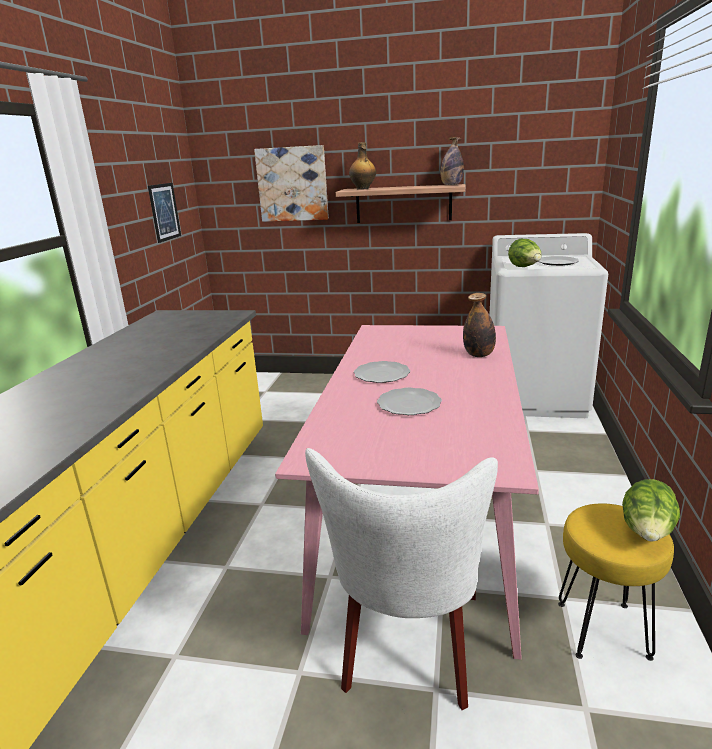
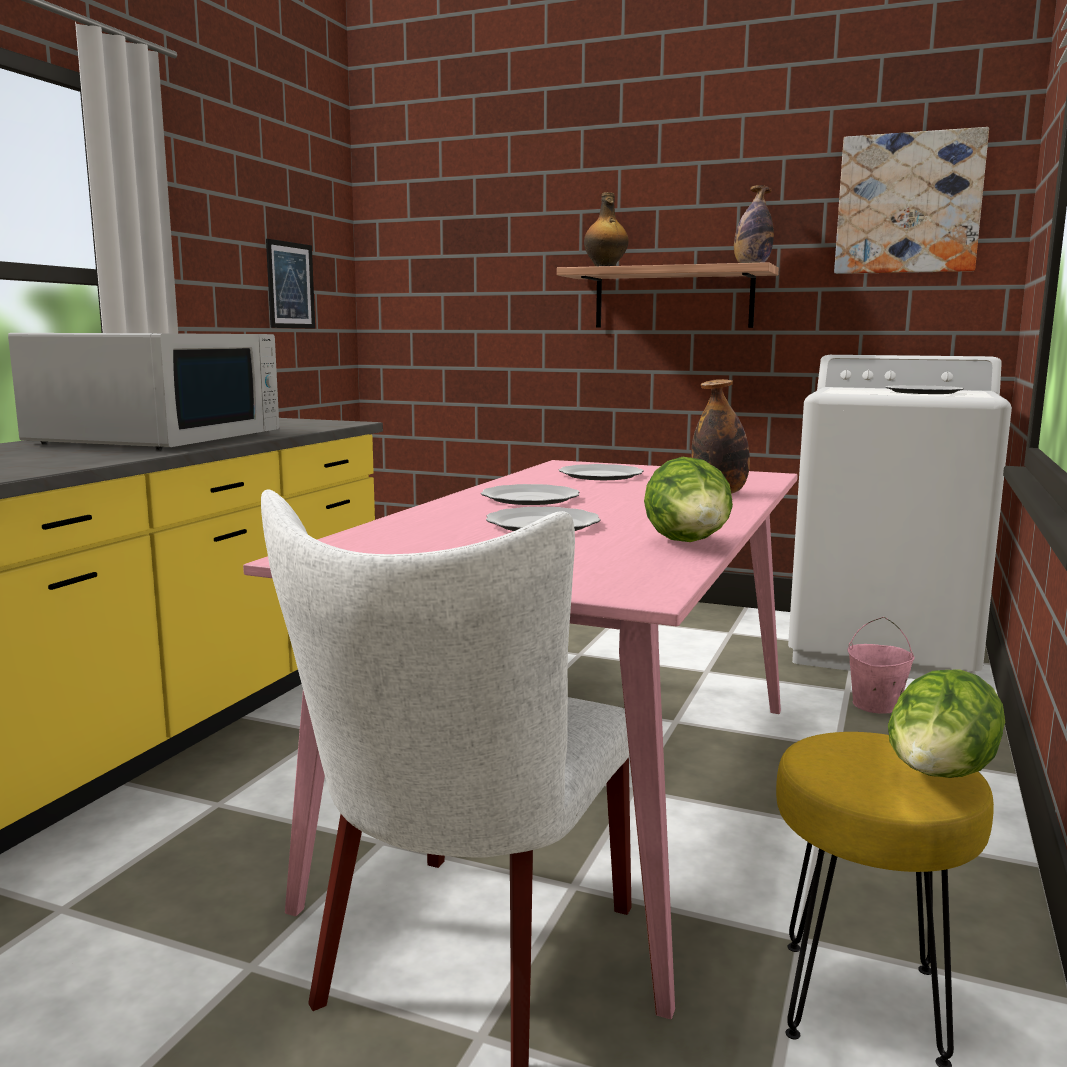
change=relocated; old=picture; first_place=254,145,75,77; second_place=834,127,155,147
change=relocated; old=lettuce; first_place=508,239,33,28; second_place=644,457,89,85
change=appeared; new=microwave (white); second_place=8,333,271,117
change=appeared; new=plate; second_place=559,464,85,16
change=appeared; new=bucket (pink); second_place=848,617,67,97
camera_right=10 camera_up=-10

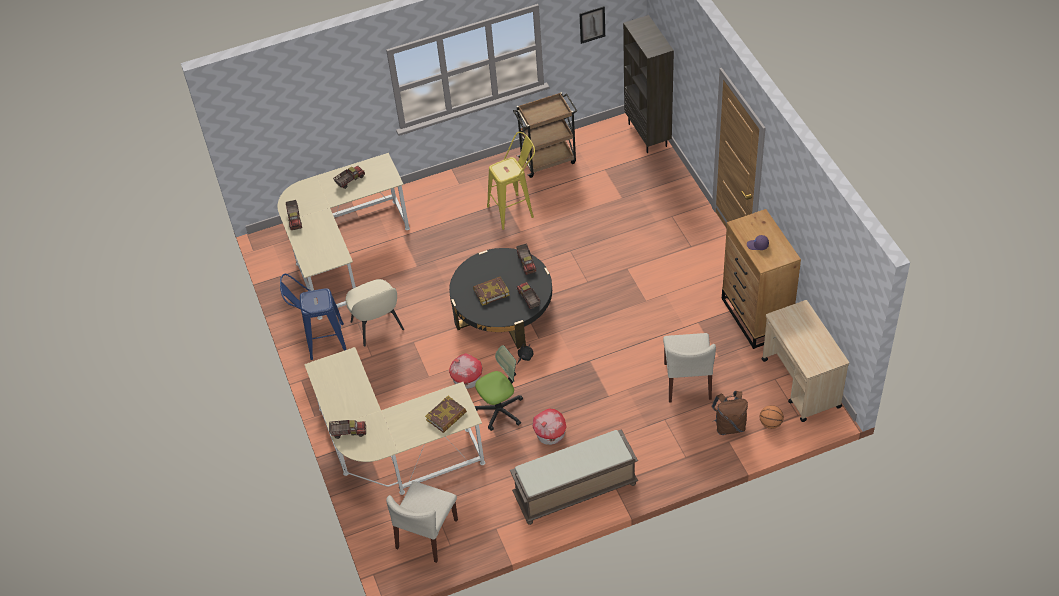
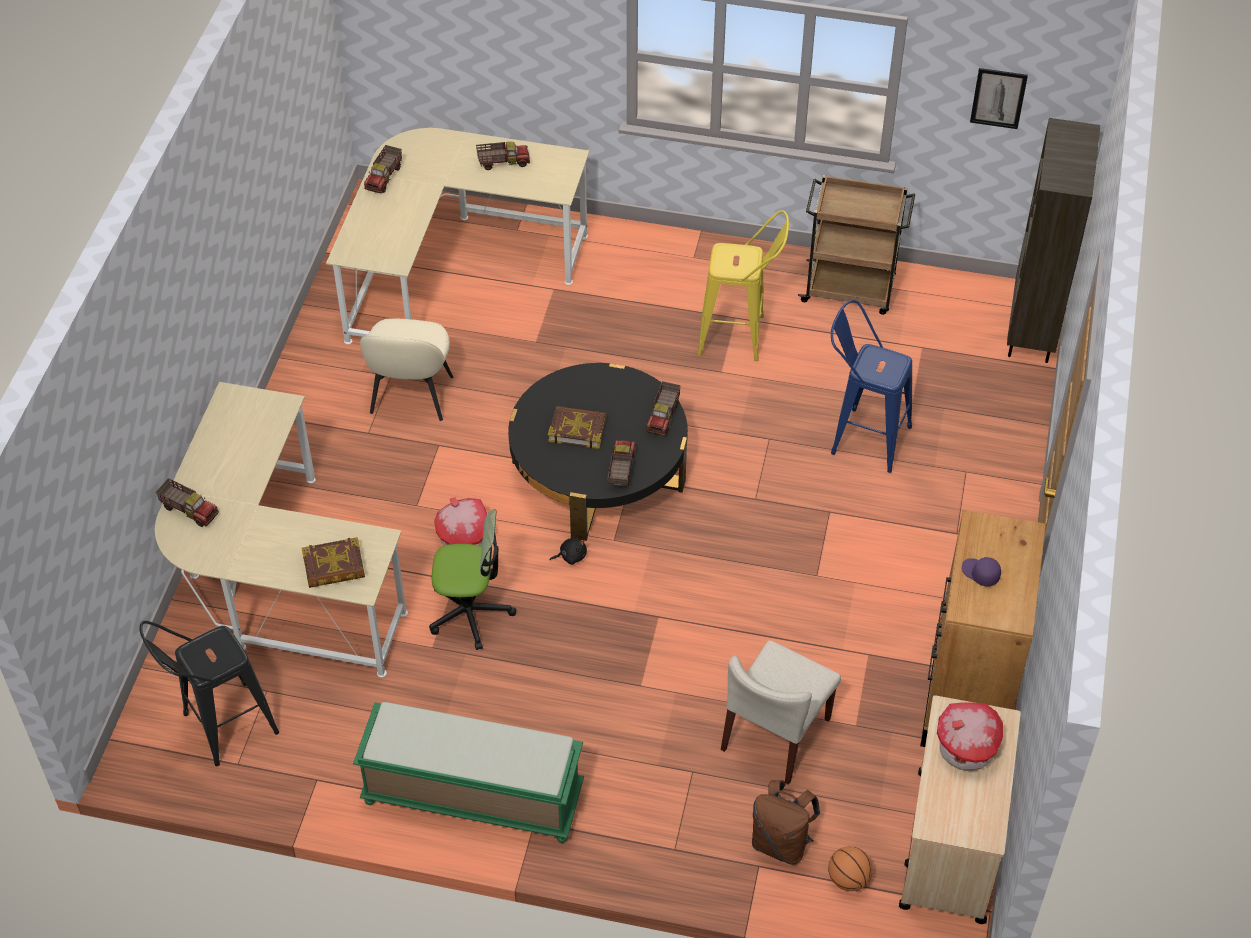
change=relocated; old=stool (blue); first_place=280,274,67,86; second_place=831,300,81,173
change=exchanged; old=chair (beige); new=stool (black); first_place=386,481,72,82; second_place=139,621,140,145
change=colour; old=bench (brown); new=bench (green); first_place=510,429,128,96; second_place=353,702,231,141
change=relocated; old=toy house; first_place=532,408,34,37; second_place=937,702,66,69
camera_right=30 camera_up=0

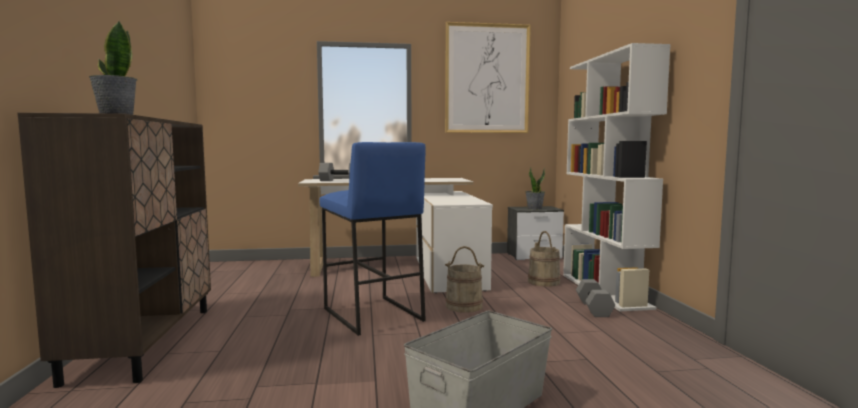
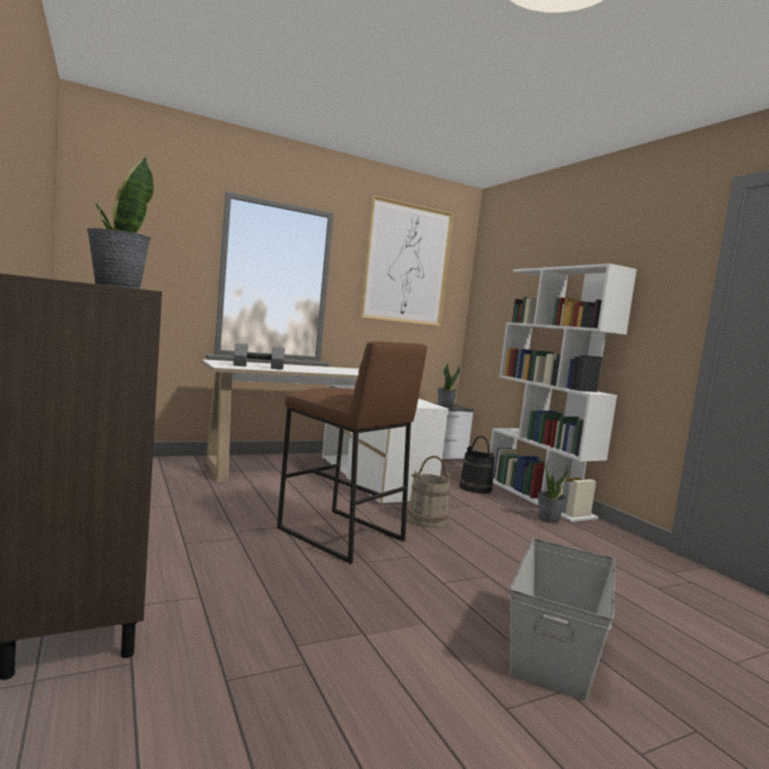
change=colour; old=stool (blue); new=stool (brown); first_place=319,142,107,194; second_place=277,341,150,223
change=colour; old=bucket (beige); new=bucket (black); first_place=528,231,33,56; second_place=459,436,36,58
change=exchanged; old=dumbbell (grey); new=potted plant; first_place=576,279,39,38; second_place=538,460,31,63
camera_right=-20 camera_up=0

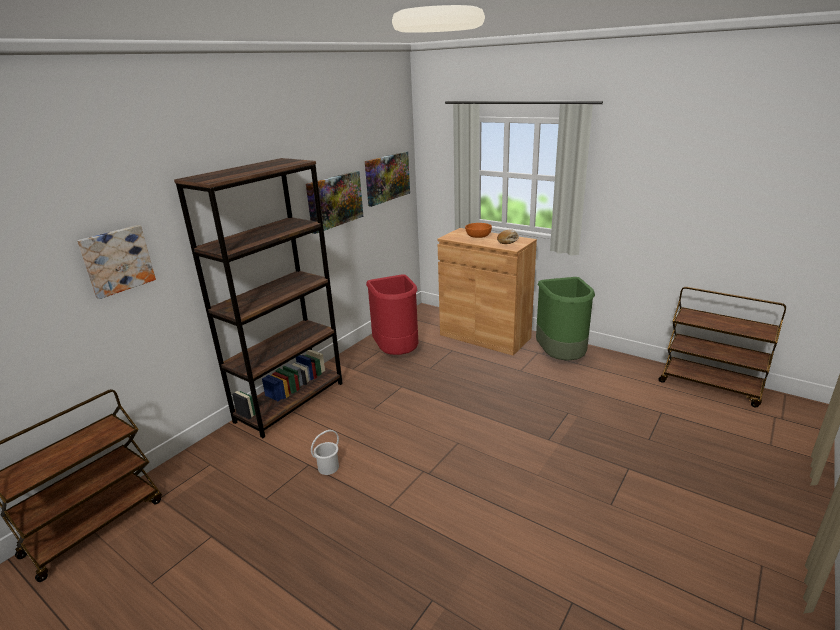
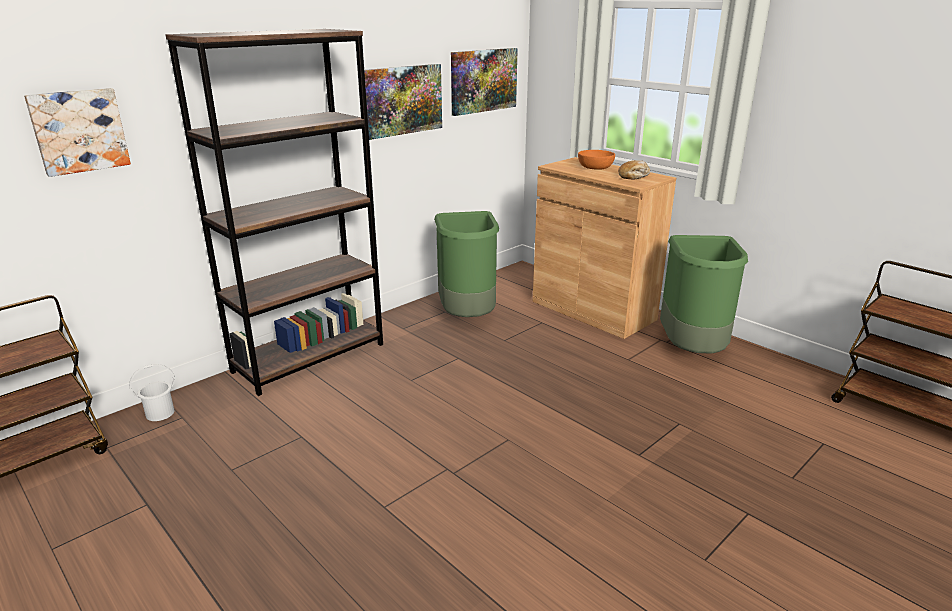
change=relocated; old=bucket (white); first_place=311,430,28,45; second_place=129,364,46,57
change=colour; old=trash can (red); new=trash can (green); first_place=366,274,52,81; second_place=434,211,65,106
camera_right=10 camera_up=0

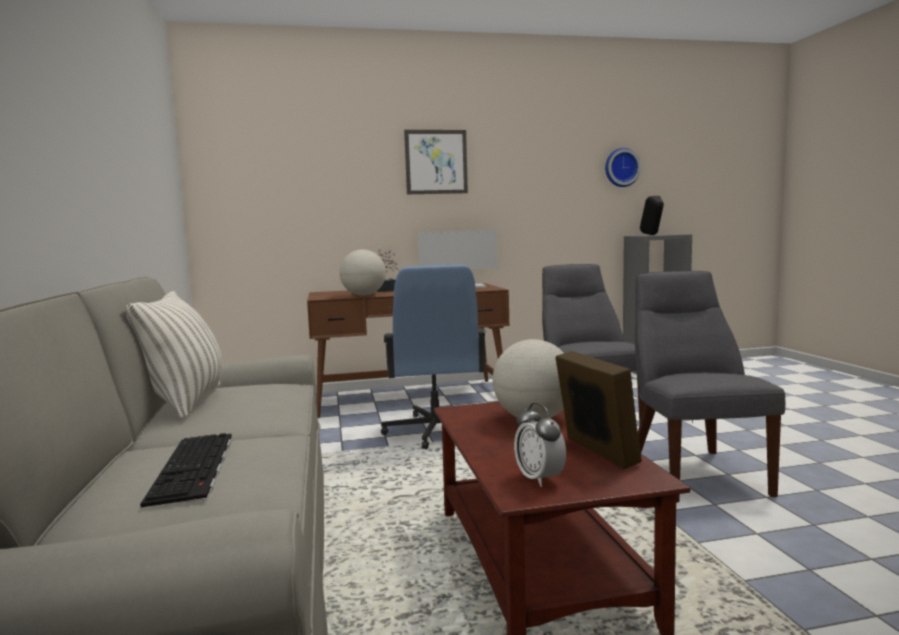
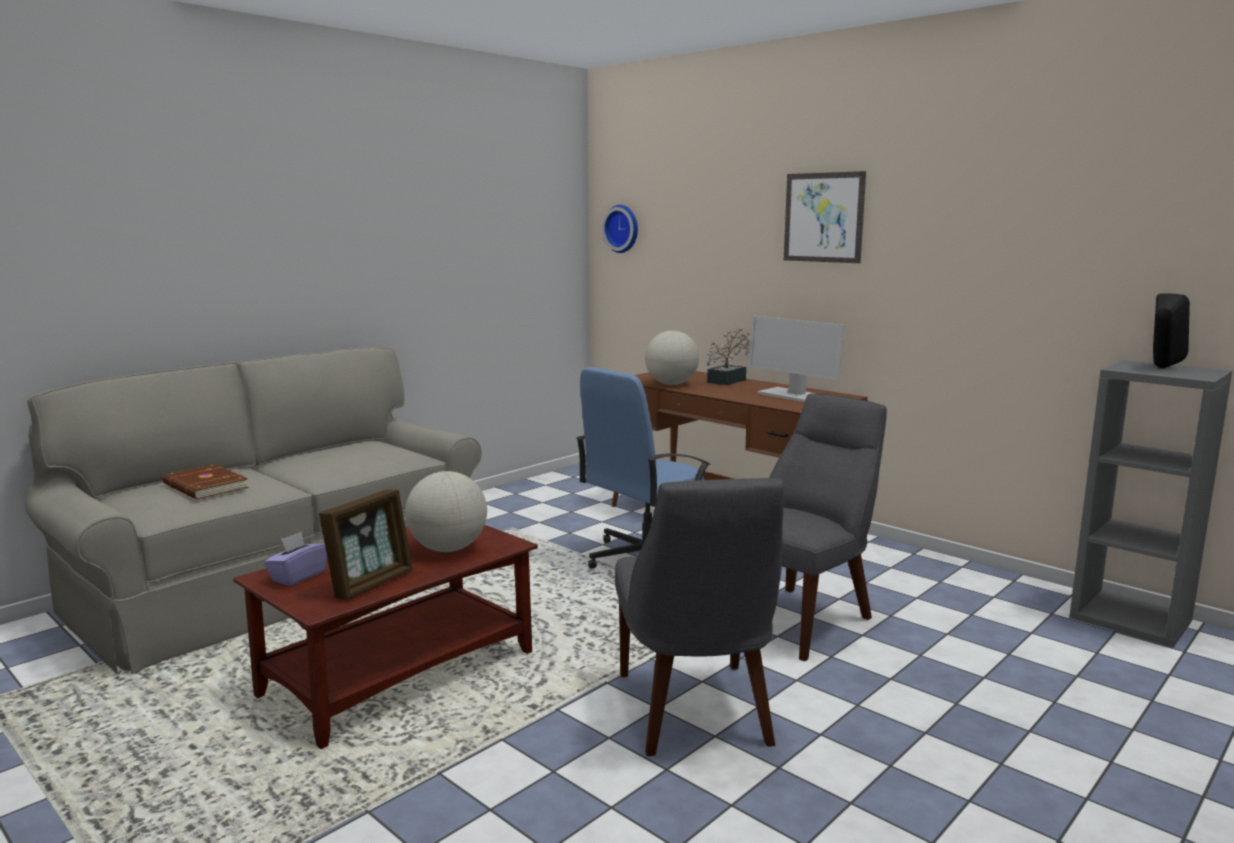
change=missing; old=pillow; first_place=126,291,96,128
change=exchanged; old=keyboard; new=book (brown); first_place=140,433,92,74; second_place=162,464,87,35
change=exchanged; old=alarm clock; new=tissue box (purple); first_place=514,403,52,84; second_place=264,532,64,54
change=relocated; old=wall clock; first_place=605,148,36,39; second_place=602,205,36,48
change=spun; old=chair (grey); first_place=635,271,150,232; second_place=615,478,169,278; degrees=120
camera_right=55 camera_up=5

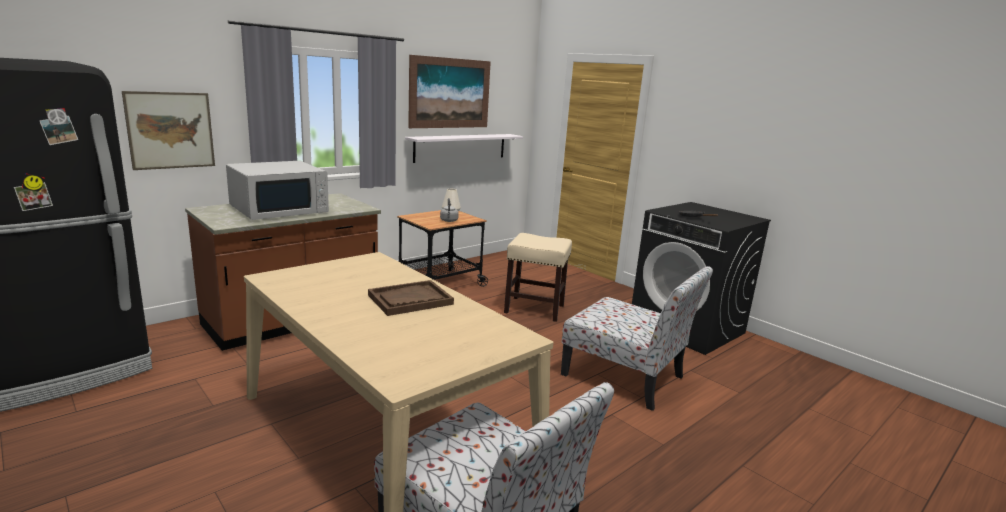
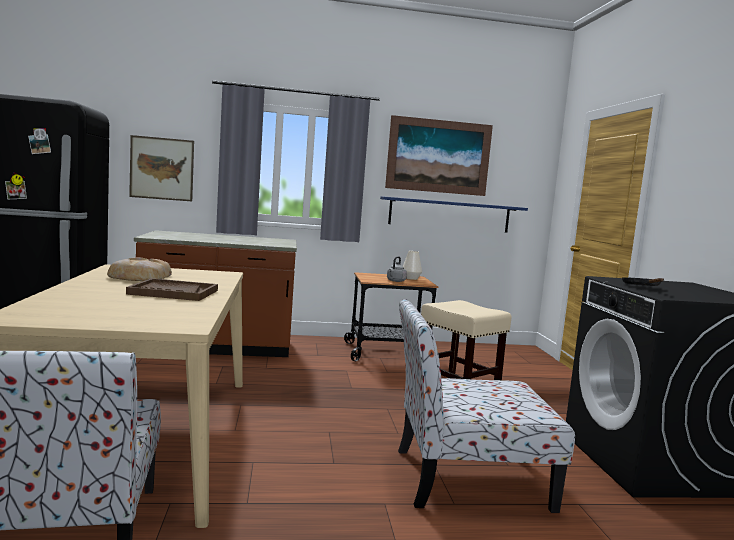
change=missing; old=microwave (white); first_place=226,161,103,59
change=colour; old=shelf (white); new=shelf (blue); first_place=405,134,118,29; second_place=380,196,148,37
change=spun; old=chair; first_place=561,266,152,145; second_place=398,299,177,214; degrees=105
change=appeared; new=bread; second_place=107,257,65,24
camera_right=35 camera_up=-10

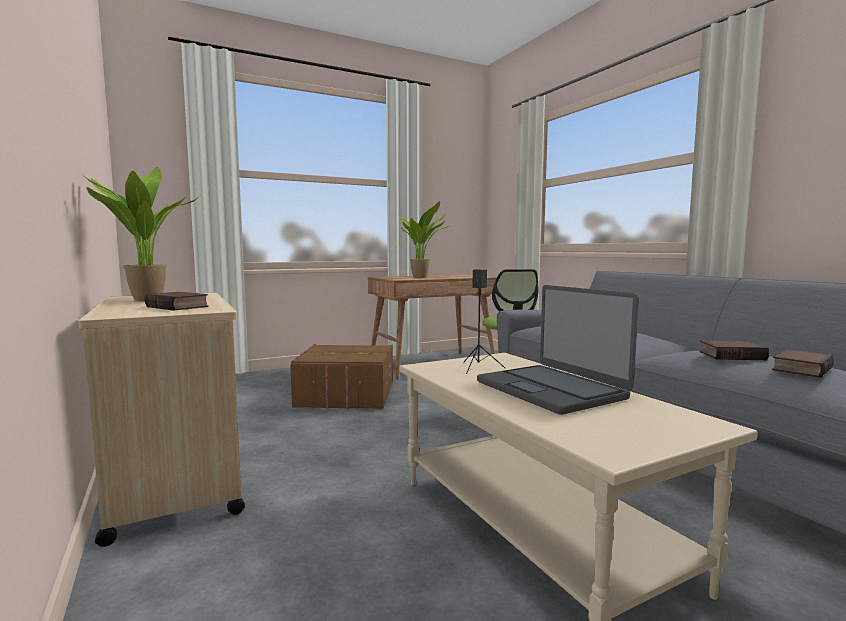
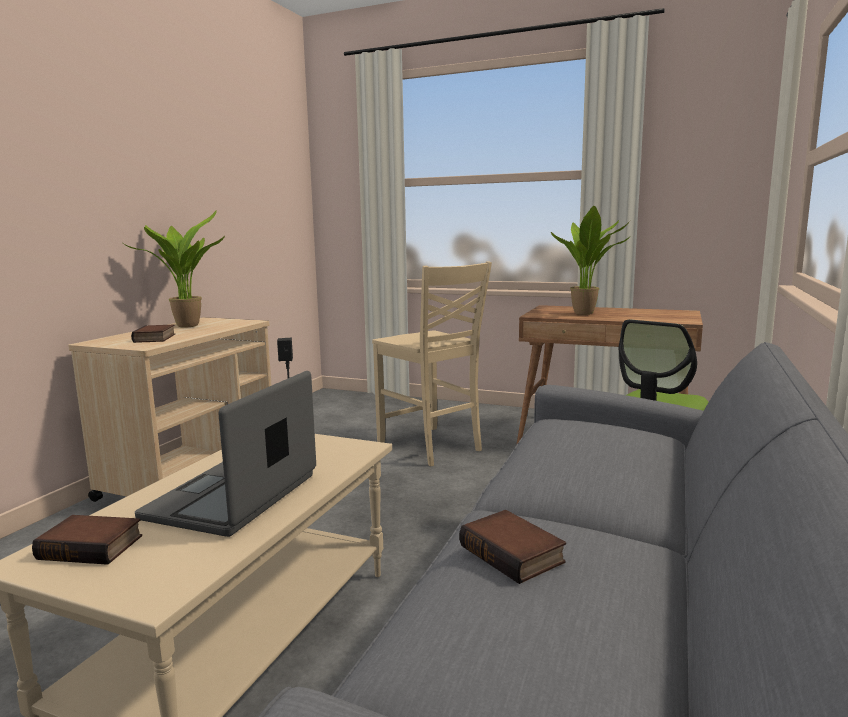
change=exchanged; old=storage box (brown); new=chair (beige); first_place=290,344,103,65; second_place=372,261,120,205
change=relocated; old=book; first_place=772,349,62,29; second_place=32,515,110,50
camera_right=50 camera_up=5

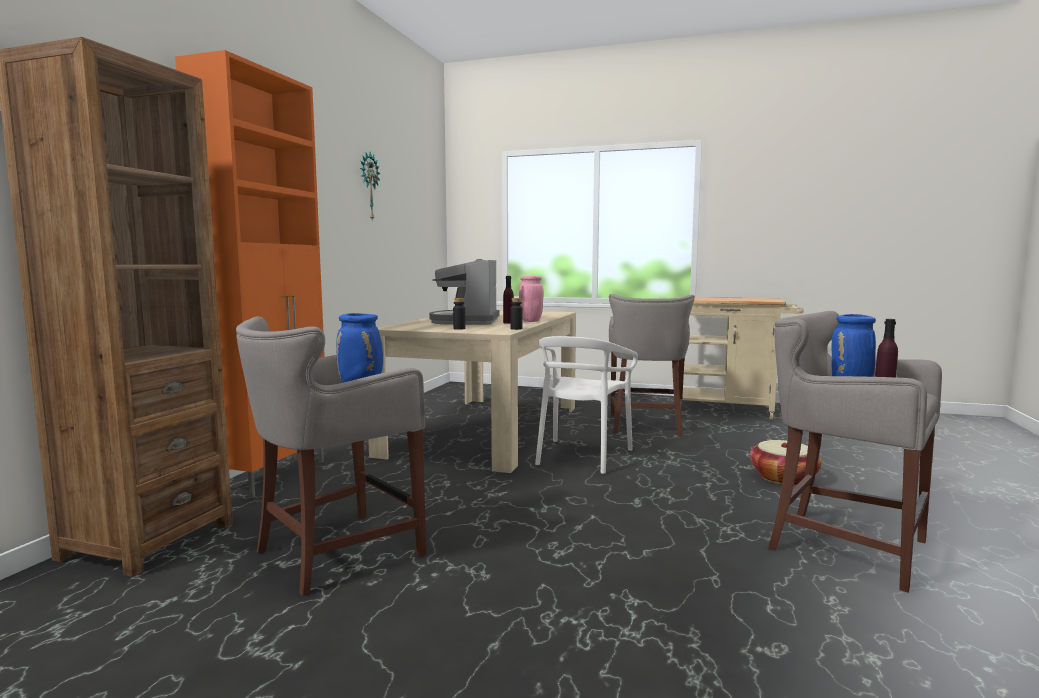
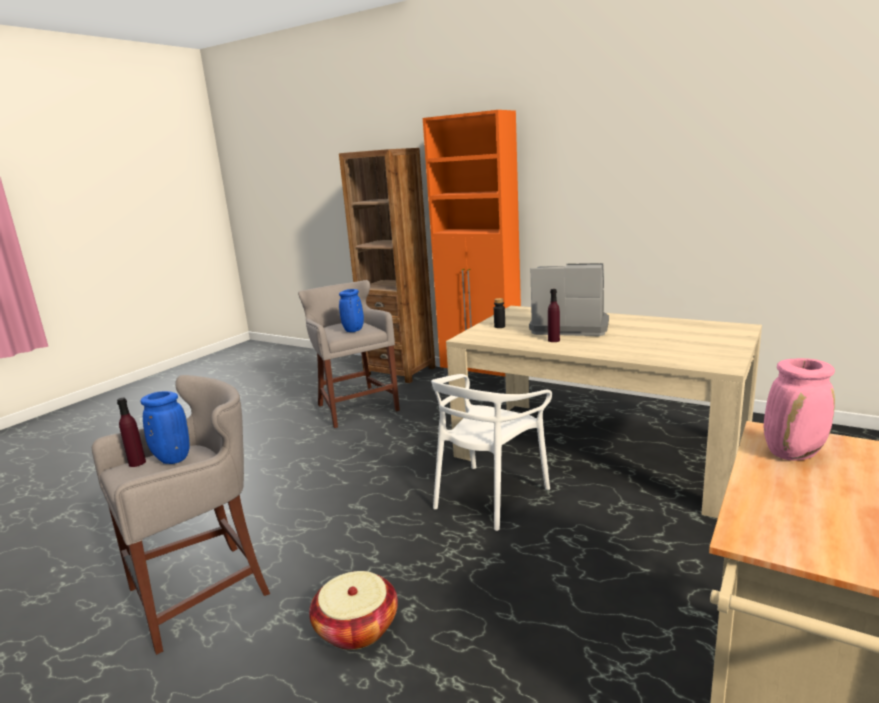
change=missing; old=wall clock; first_place=360,152,20,68
change=missing; old=bottle (black); first_place=510,298,13,32
change=relocated; old=vase (pink); first_place=519,276,25,46; second_place=764,358,71,103
change=spun; old=chair (white); first_place=535,336,103,138; second_place=431,374,121,157; degrees=-90
change=missing; old=stool (grey); first_place=609,294,86,143
camera_right=105 camera_up=10

